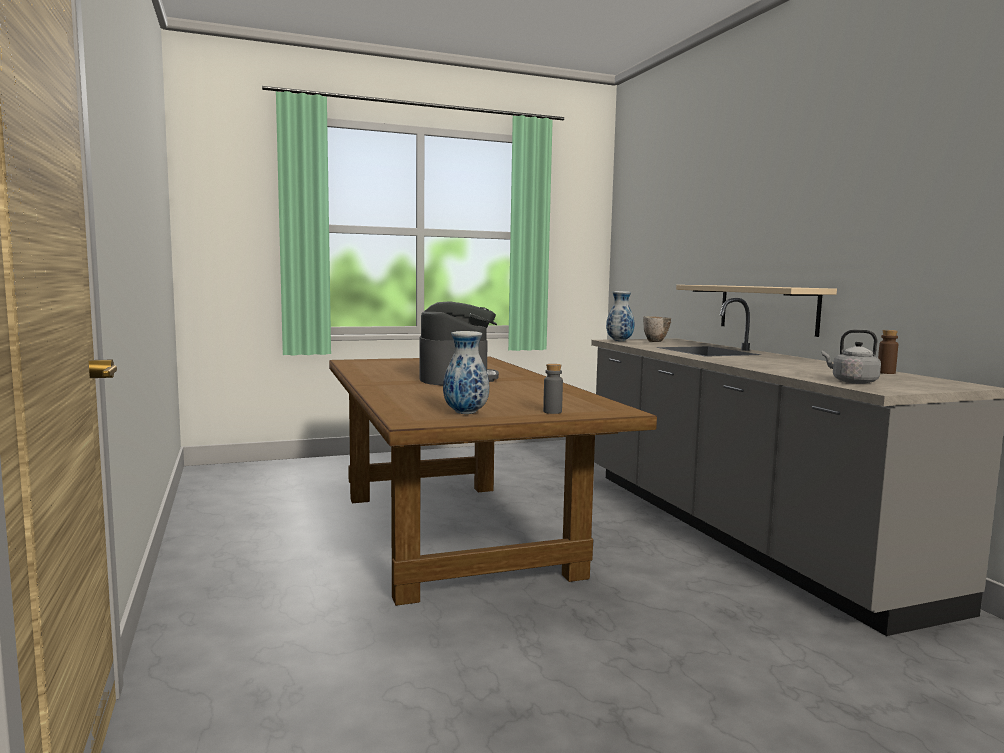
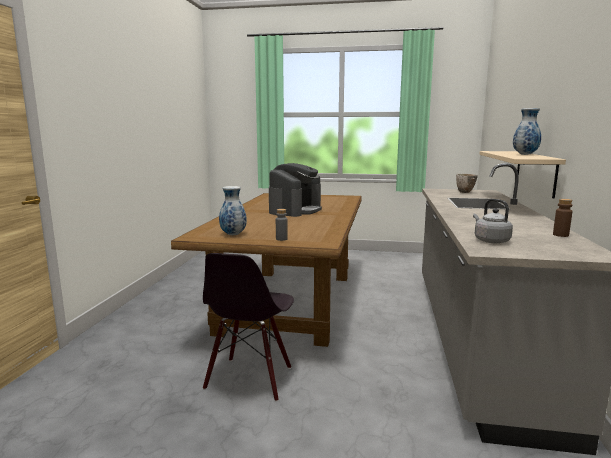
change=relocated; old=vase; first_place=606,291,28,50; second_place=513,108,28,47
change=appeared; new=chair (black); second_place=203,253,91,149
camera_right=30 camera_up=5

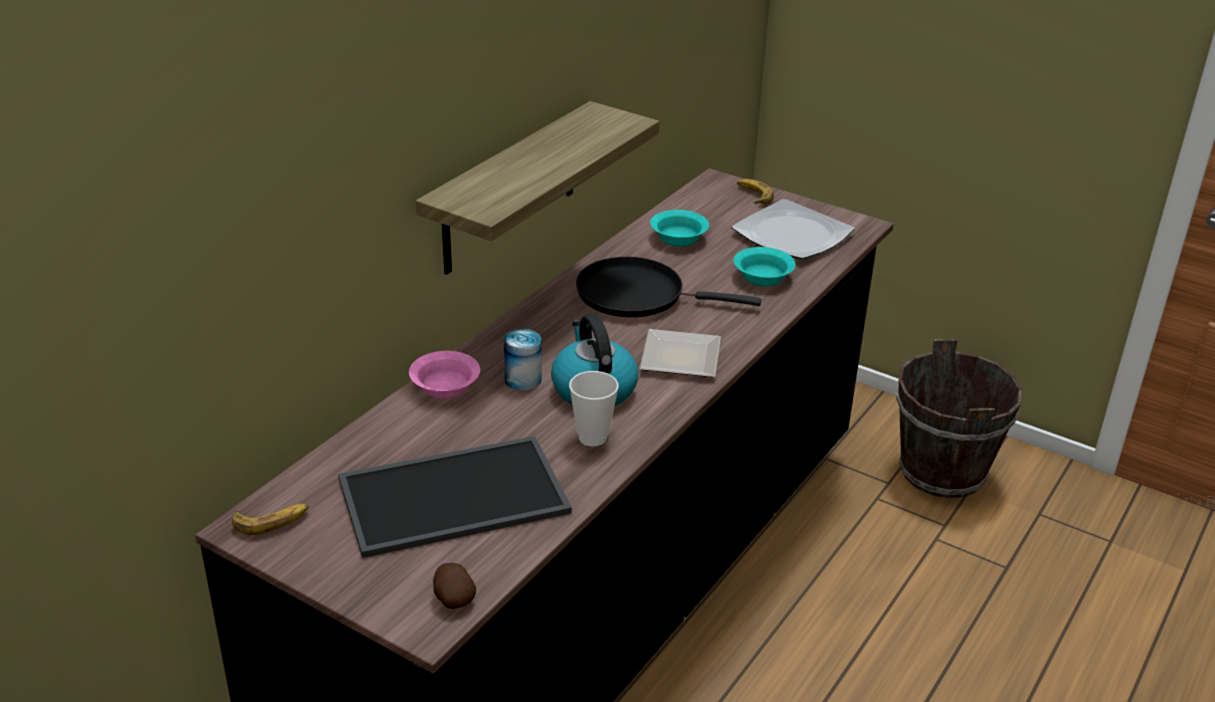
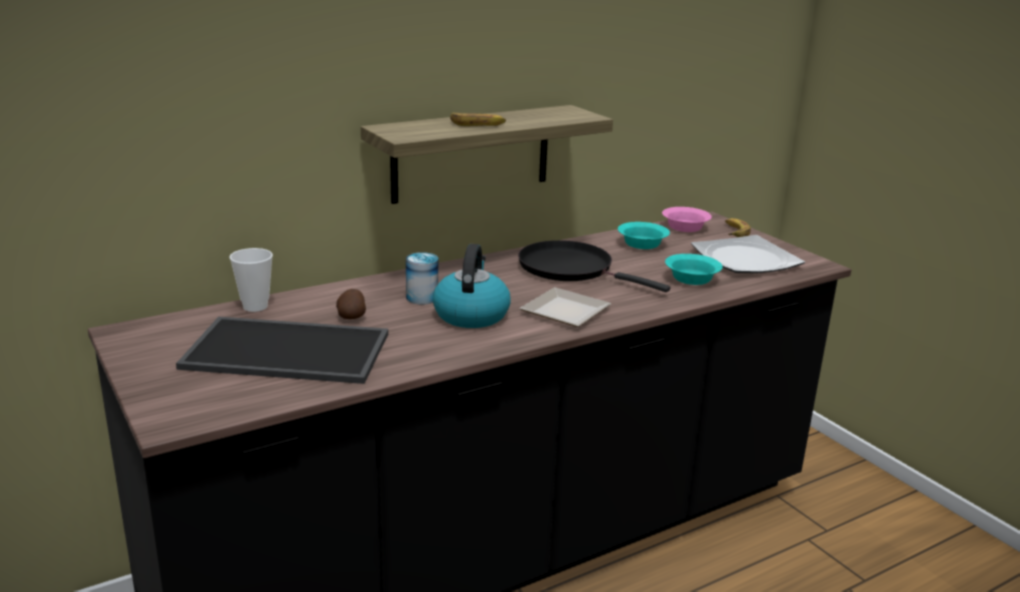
change=relocated; old=banana; first_place=232,504,77,31; second_place=450,113,56,13
change=relocated; old=bowl (pink); first_place=409,351,71,48; second_place=662,207,50,25
change=relocated; old=potato; first_place=433,563,43,46; second_place=336,289,30,30
change=relocated; old=cup; first_place=569,371,50,75; second_place=229,248,44,64
change=missing; old=bucket (brown); first_place=896,339,126,159
camera_right=25 camera_up=-10

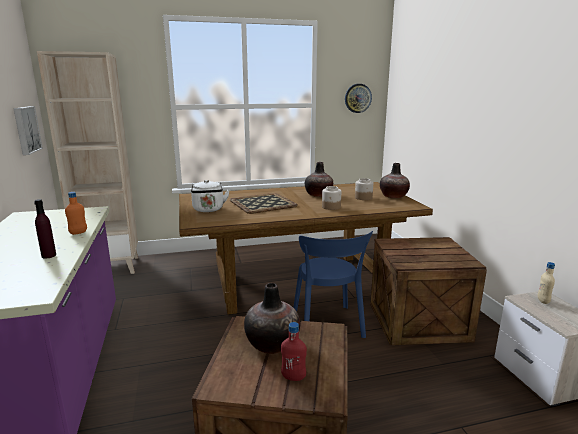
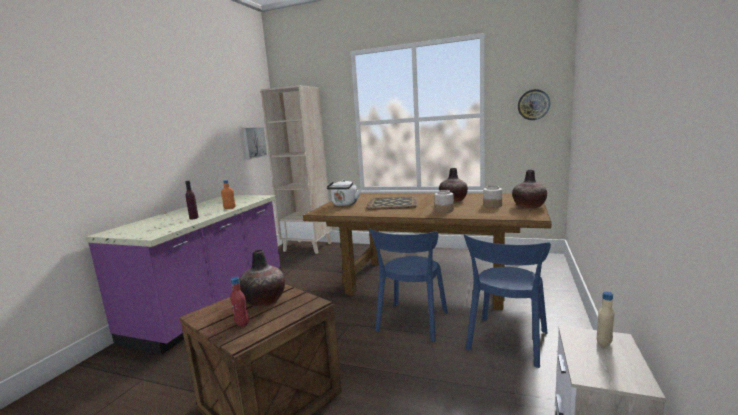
change=exchanged; old=crate; new=chair (blue); first_place=370,237,117,108; second_place=464,234,87,134
camera_right=35 camera_up=-5

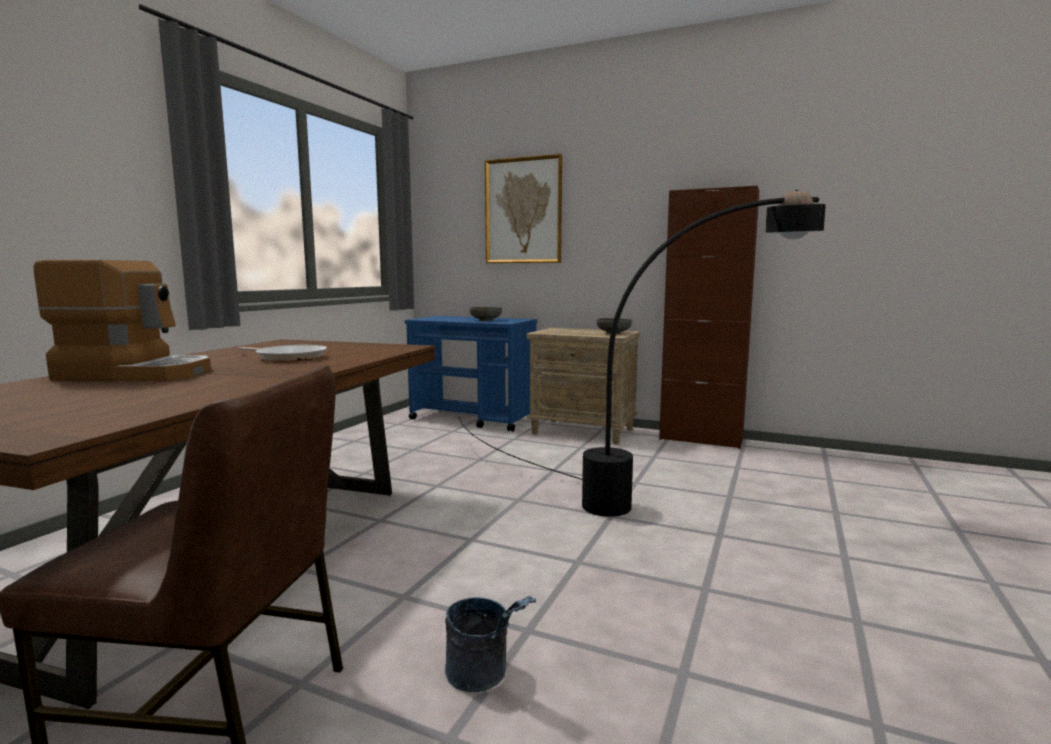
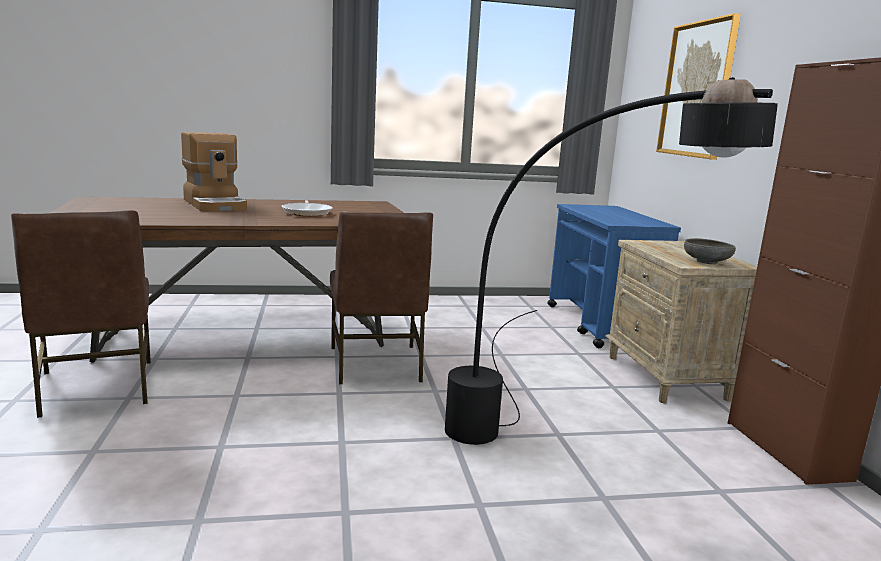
change=missing; old=bucket (grey); first_place=445,596,91,96
change=missing; old=bowl (grey); first_place=470,307,32,14
change=appeared; new=chair (brown); second_place=330,211,103,173
camera_right=55 camera_up=5

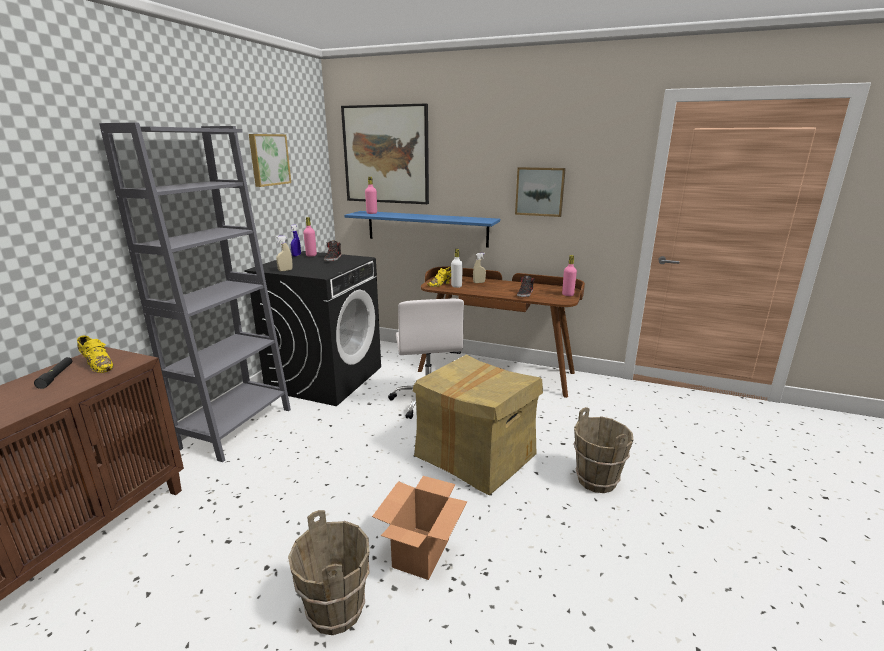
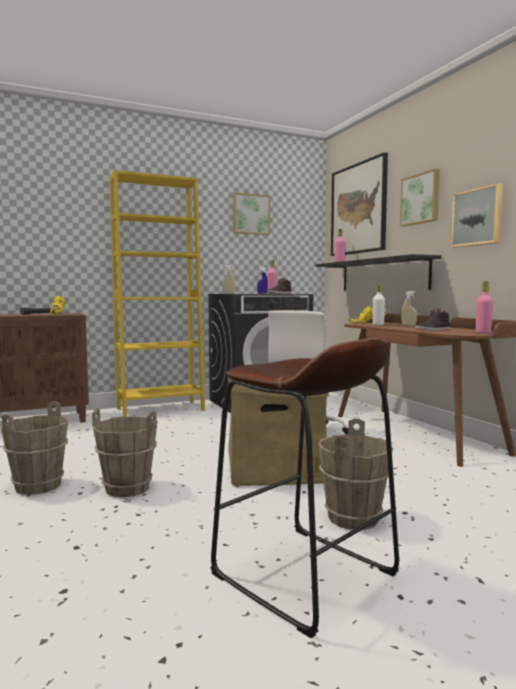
change=colour; old=bookcase (grey); new=bookcase (yellow); first_place=99,123,192,339; second_place=110,170,95,247
change=colour; old=shelf (blue); new=shelf (black); first_place=344,211,156,37; second_place=316,254,126,37
change=exchanged; old=cardboard box; new=bucket (brown); first_place=372,476,95,104; second_place=92,408,66,89
change=appeared; new=stool (brown); second_place=210,338,189,300
change=appeared; new=picture; second_place=400,169,40,57
camera_right=45 camera_up=-15

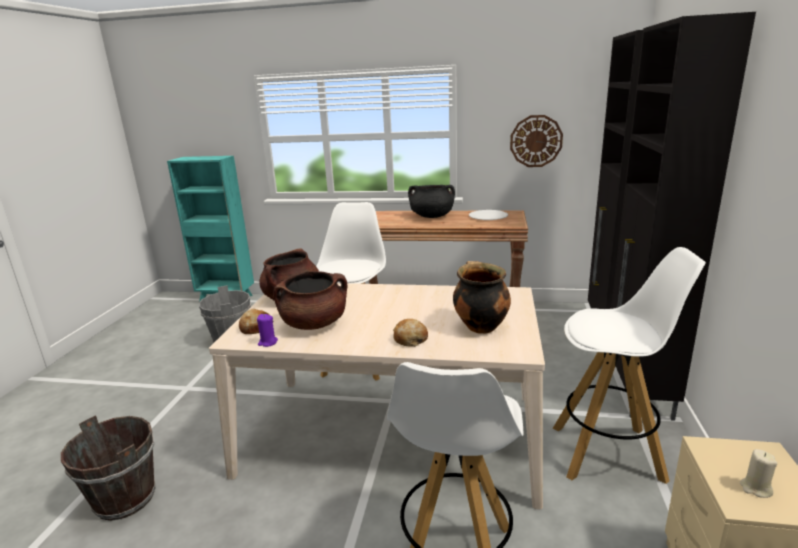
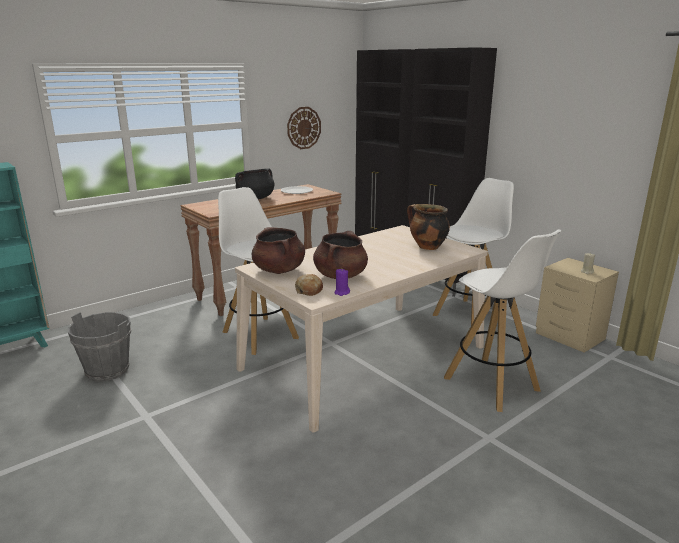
change=missing; old=bucket (brown); first_place=61,415,94,106
change=missing; old=bread; first_place=393,319,35,28
camera_right=-50 camera_up=0

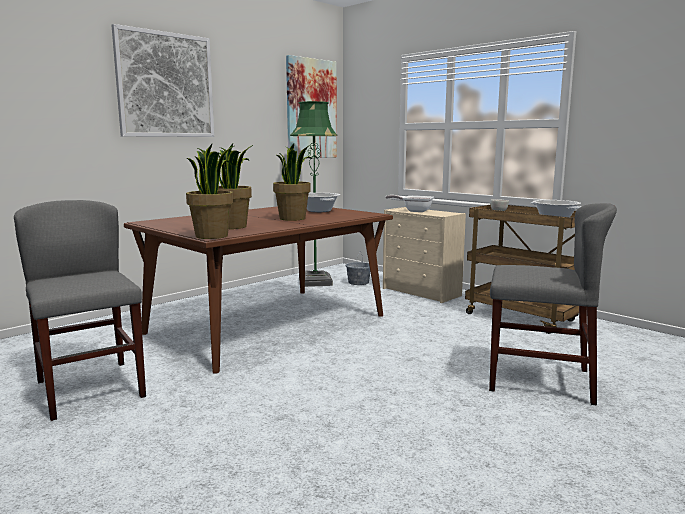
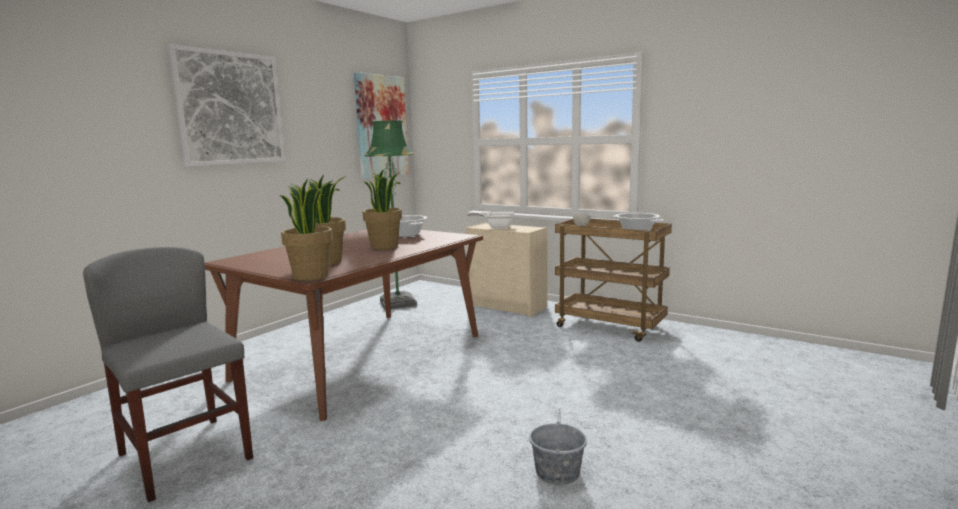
change=relocated; old=bucket (grey); first_place=345,252,25,33; second_place=529,408,58,77
change=missing; old=chair (grey); first_place=489,203,128,202
camera_right=-10 camera_up=0

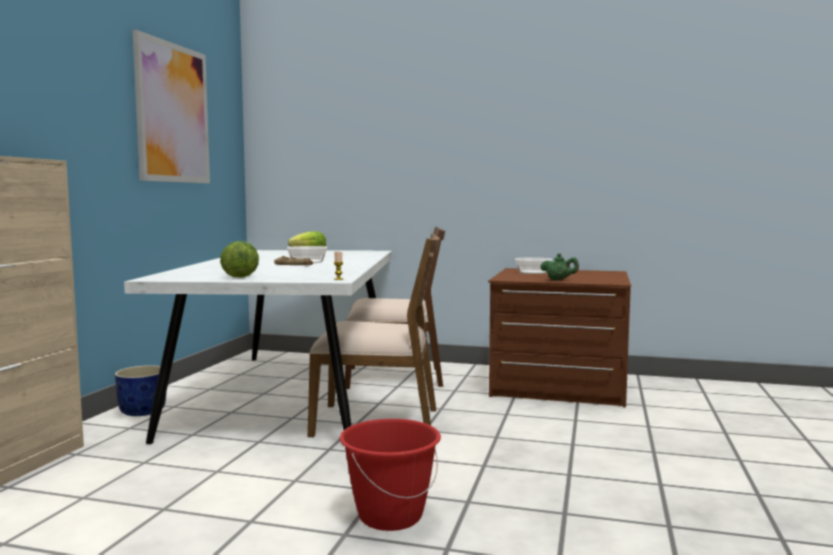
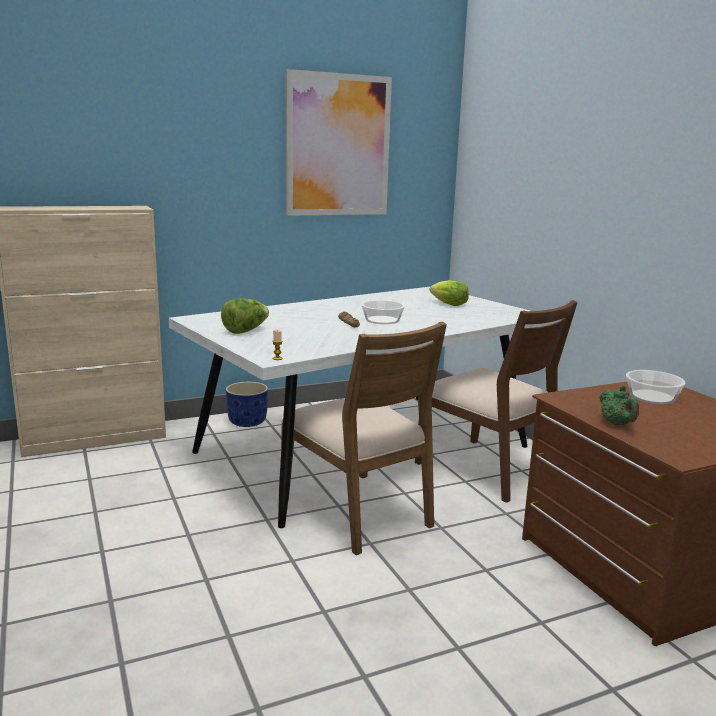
change=missing; old=bucket (red); first_place=340,419,101,112
camera_right=50 camera_up=10

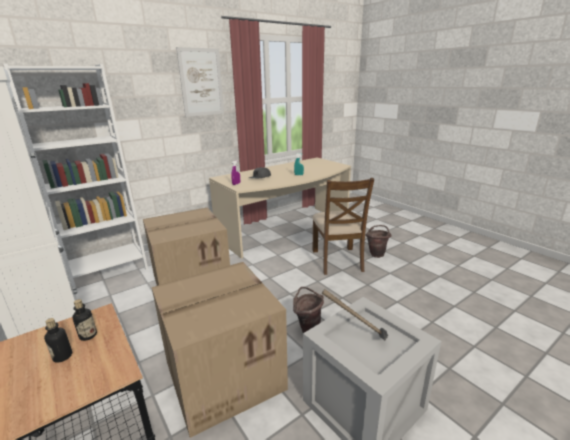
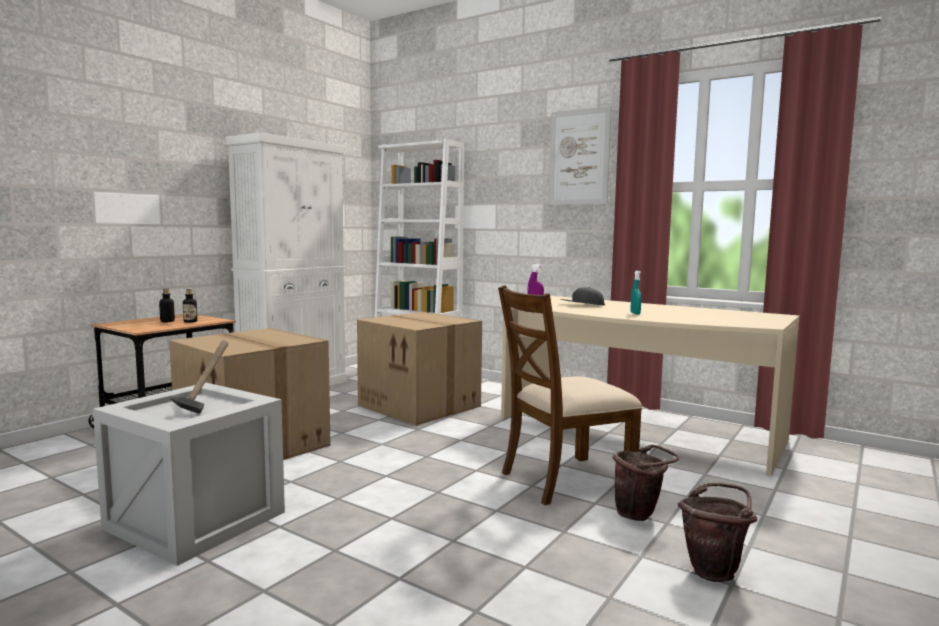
change=relocated; old=bucket (brown); first_place=293,287,31,46; second_place=678,483,79,99
camera_right=70 camera_up=-15

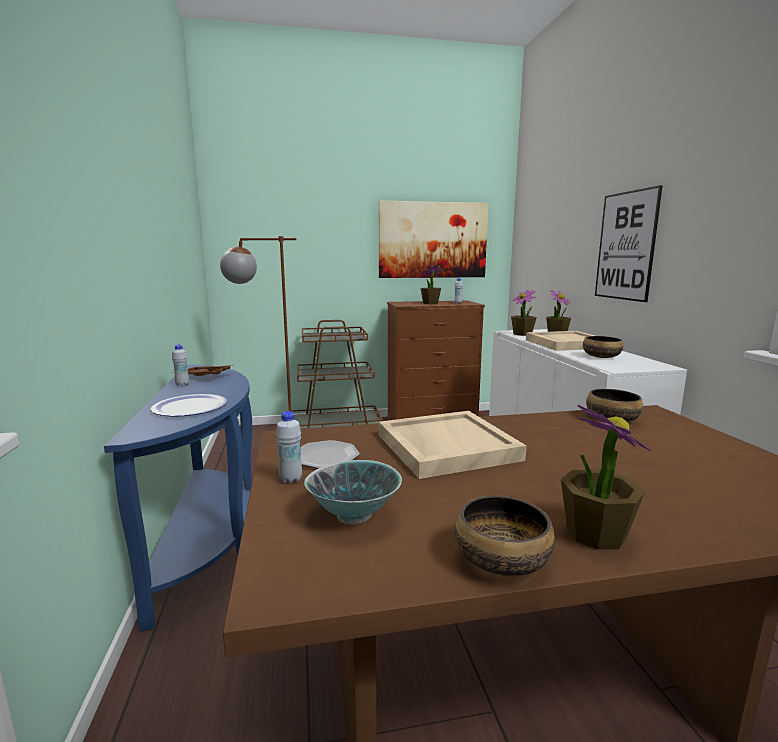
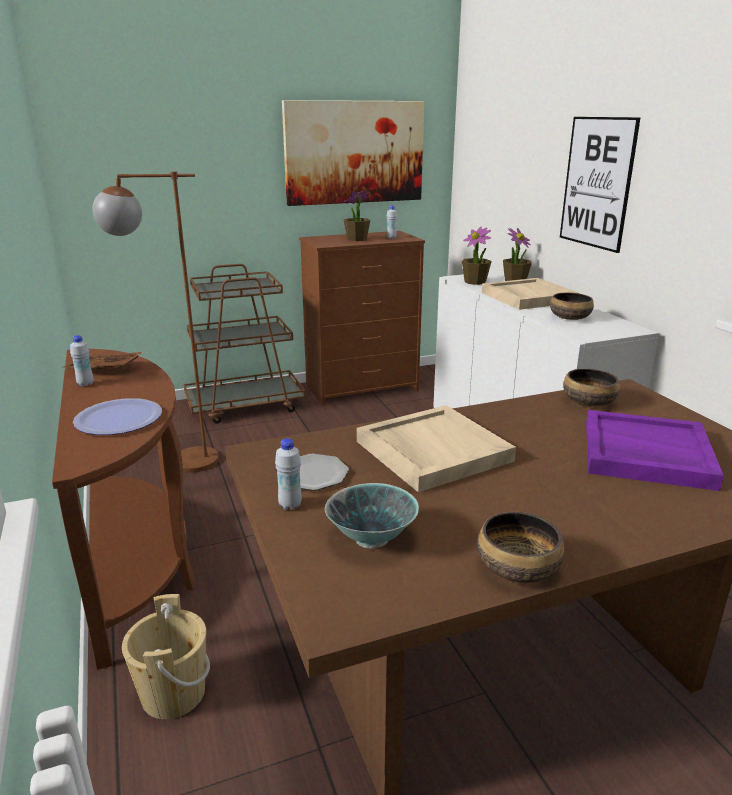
change=colour; old=console table (blue); new=console table (brown); first_place=104,365,148,267; second_place=52,349,143,321
change=missing; old=potted plant; first_place=561,405,90,145
change=appeared; new=bucket (beige); second_place=122,594,88,125
change=appeared; new=tray (purple); second_place=586,410,138,81
camera_right=-10 camera_up=10

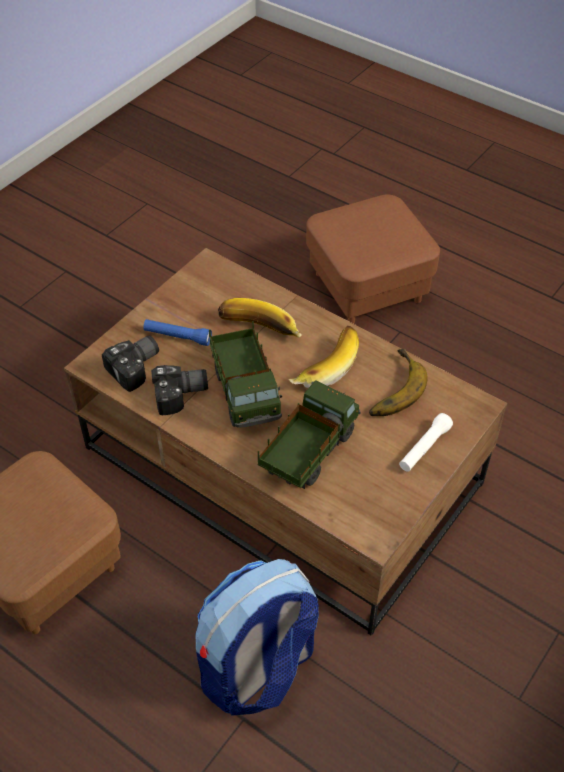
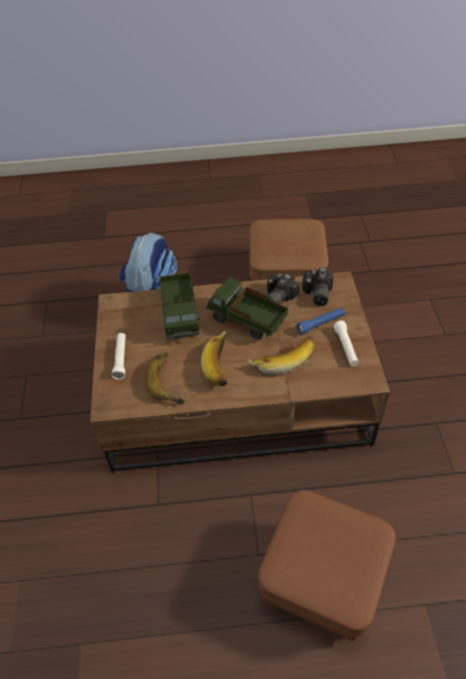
change=appeared; new=flashlight (white); second_place=333,320,26,46
camera_right=140 camera_up=0

